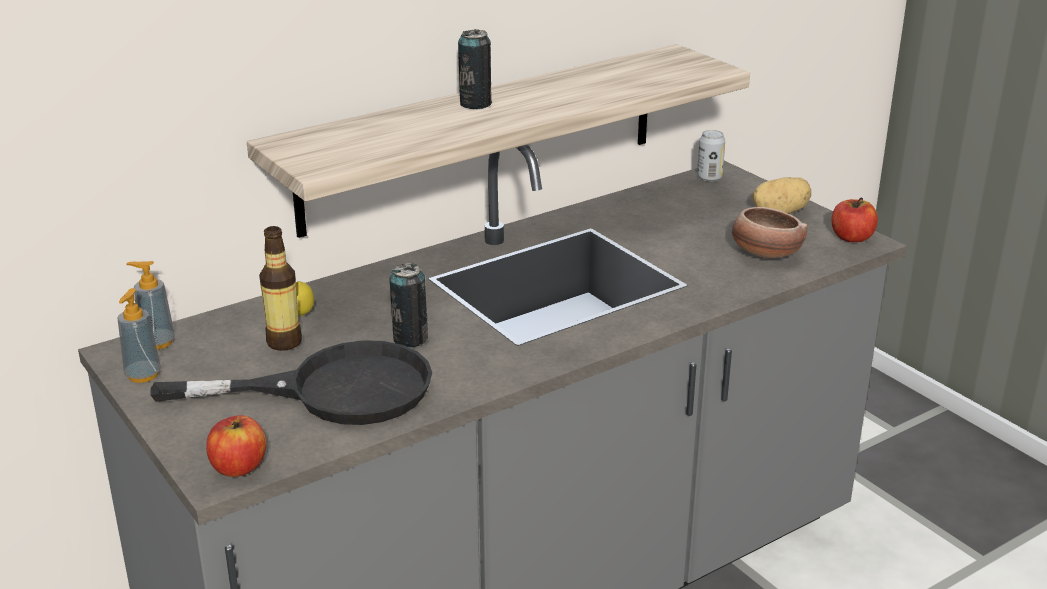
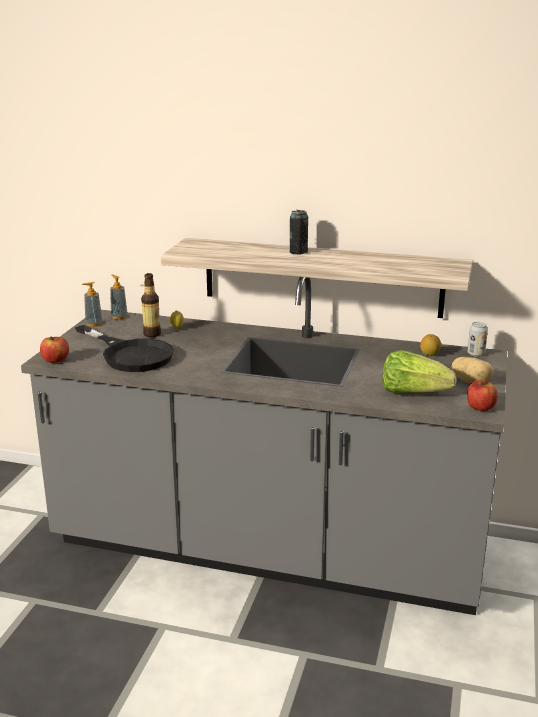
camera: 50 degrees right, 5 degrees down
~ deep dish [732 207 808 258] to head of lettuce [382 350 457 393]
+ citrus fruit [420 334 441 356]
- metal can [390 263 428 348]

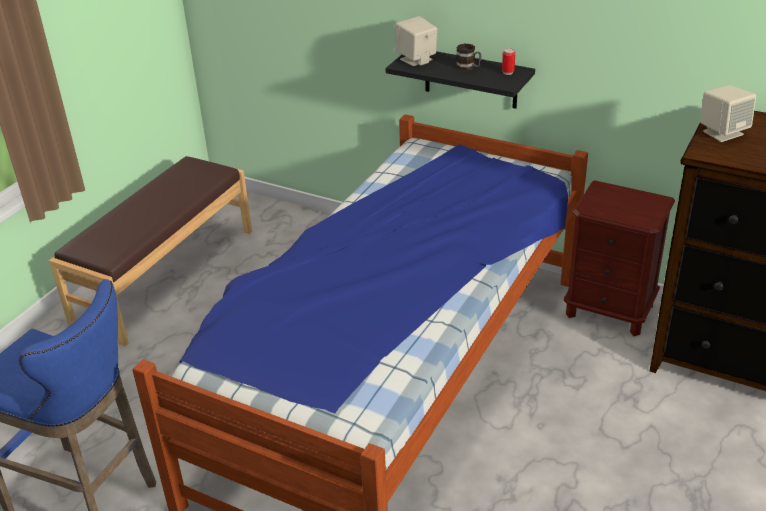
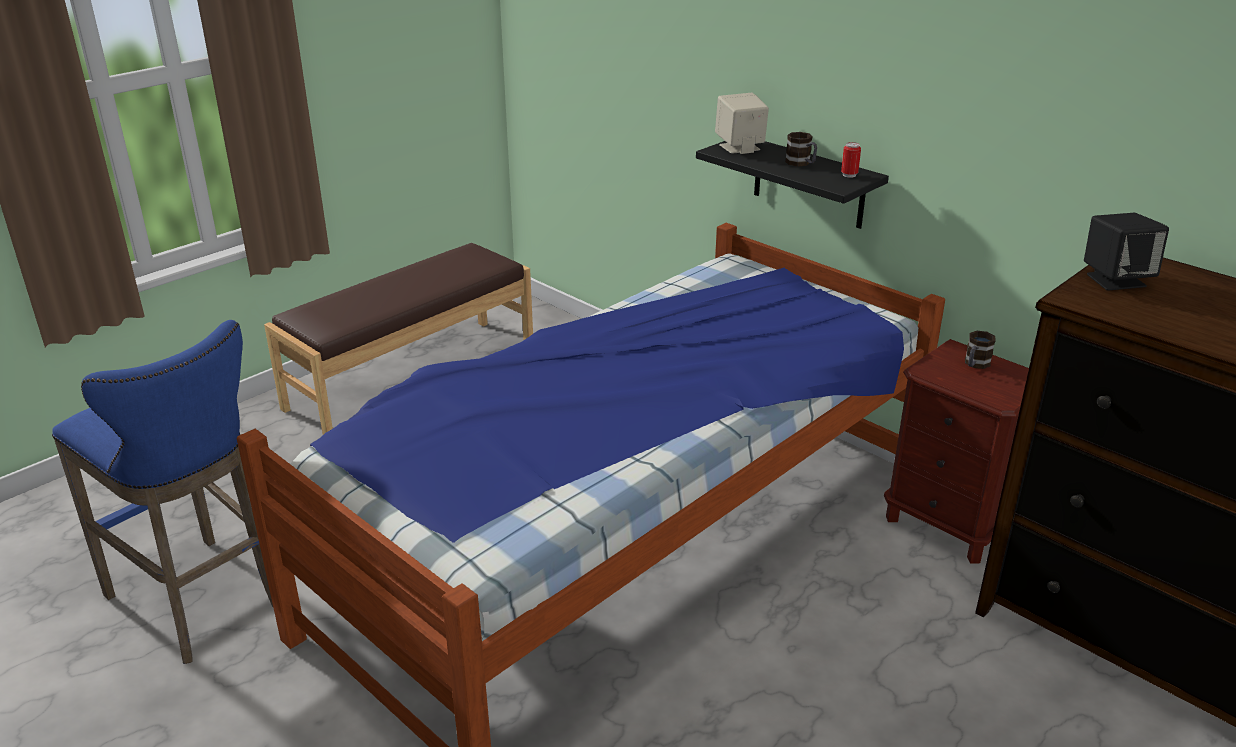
camera: 15 degrees right, 5 degrees down
+ tea mug [965 331 996 369]
~ audio speaker (beige-coloured) [700 85 756 142] to audio speaker (black) [1084 213 1169 291]

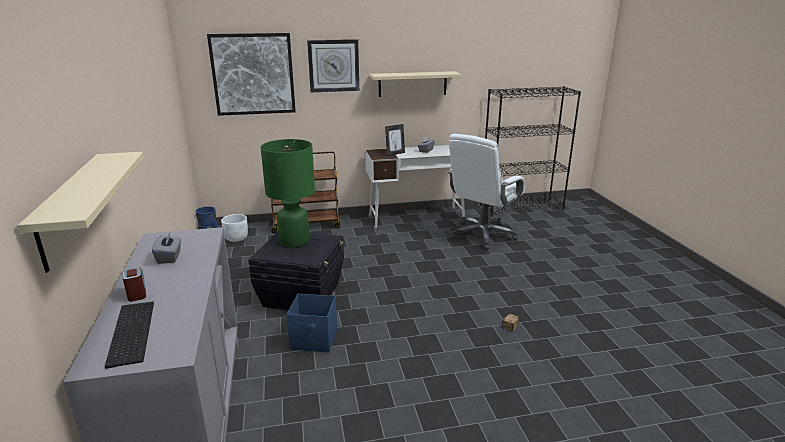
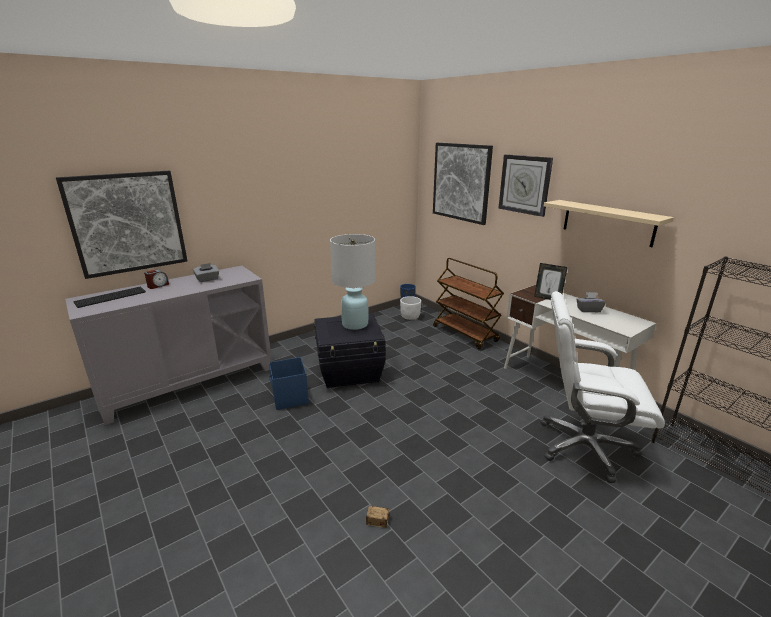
camera: 65 degrees right, 0 degrees up
~ wall shelf (beige-coloured) [18 152 144 273] to wall picture [56 171 187 279]
~ table lamp (green-coloured) [260 139 315 247] to table lamp (white-coloured) [330 234 376 330]

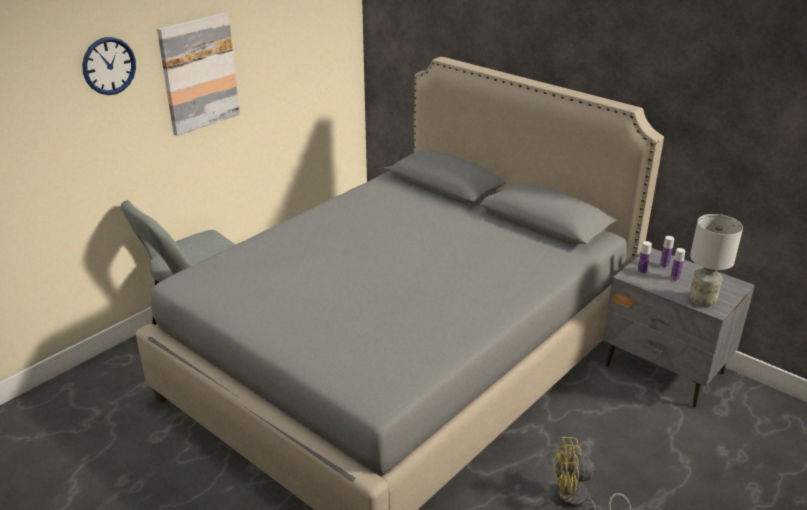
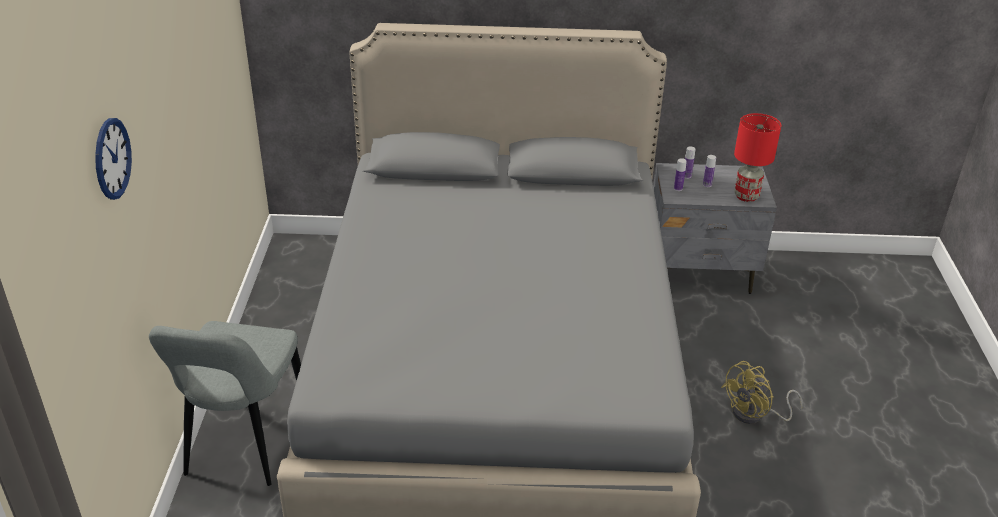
camera: 40 degrees left, 5 degrees up
~ table lamp (gray) [689 214 743 307] to table lamp (red-coloured) [734 113 781 202]
- wall picture [157 13 240 136]

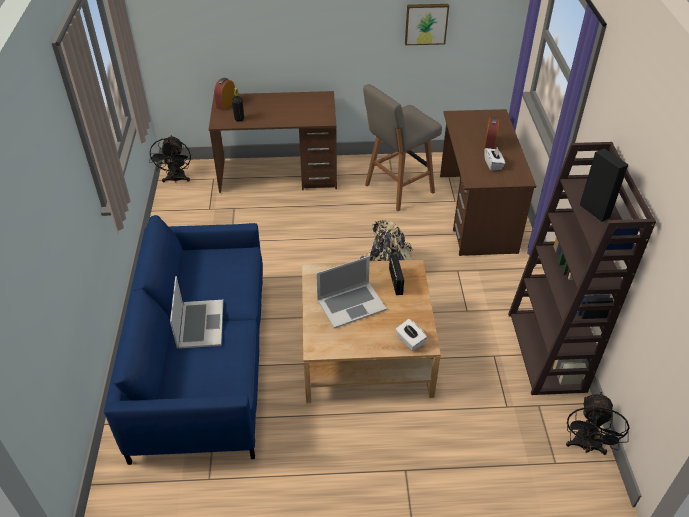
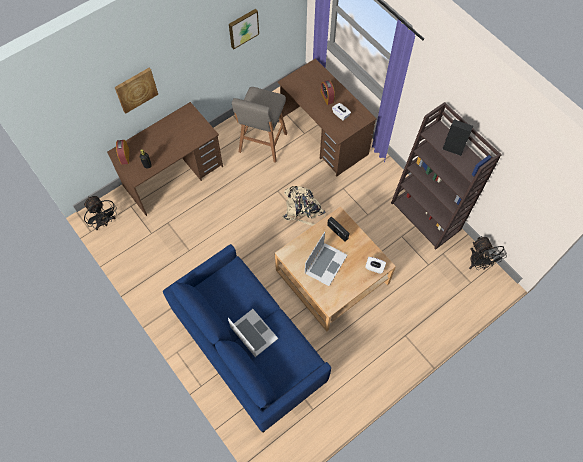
camera: 35 degrees left, 20 degrees up
+ wall picture [114 68 158 114]

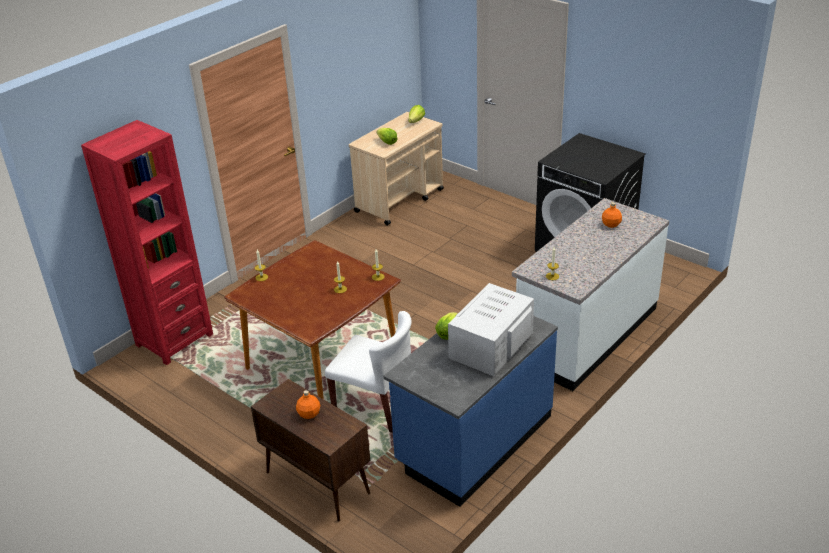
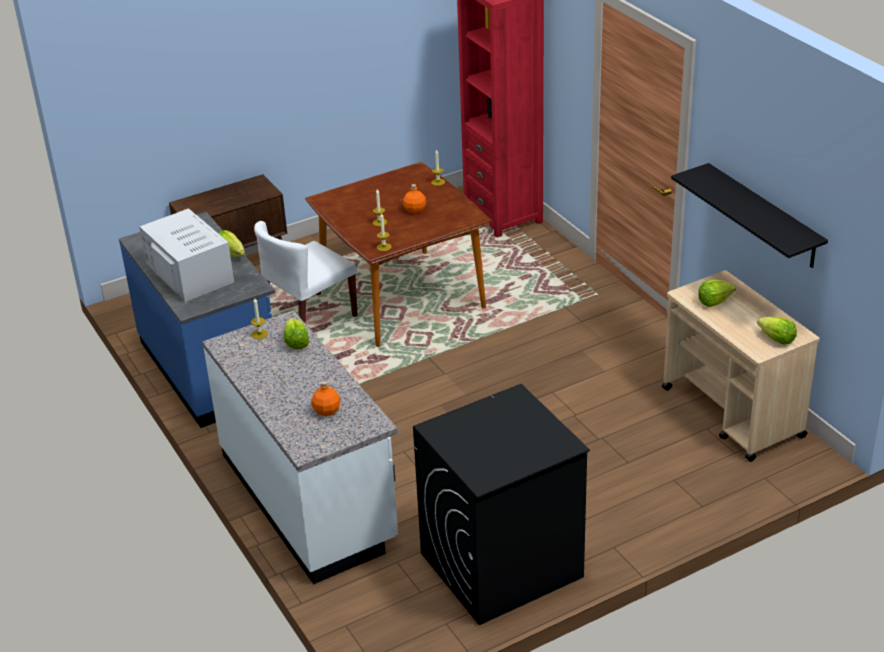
camera: 110 degrees right, 0 degrees up
+ head of lettuce [284 318 309 350]
~ beverage bottle (orangey) [296 390 320 419] to [403 184 426 214]
+ wall shelf (black) [671 163 828 268]

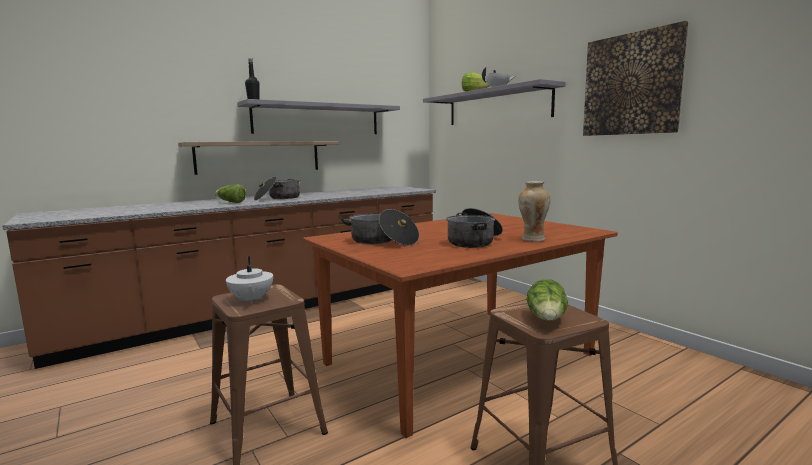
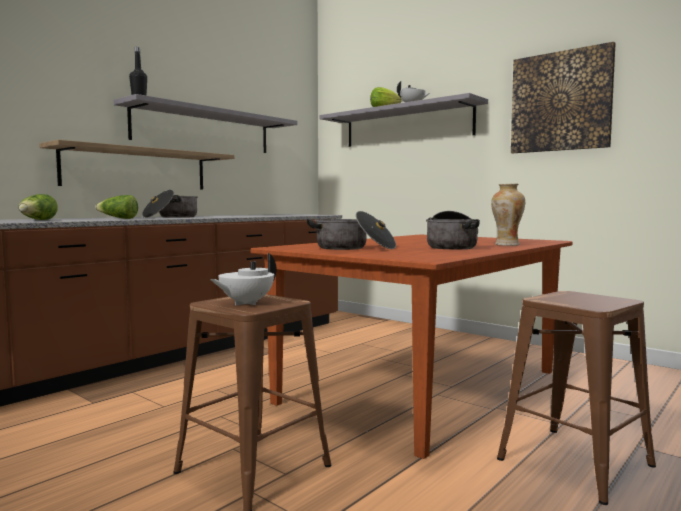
camera: 15 degrees left, 5 degrees down
~ head of lettuce [527 279 568 321] to [18 194 58 220]
~ teapot (white-coloured) [226 256 273 304] = [210 253 276 306] 75 degrees clockwise

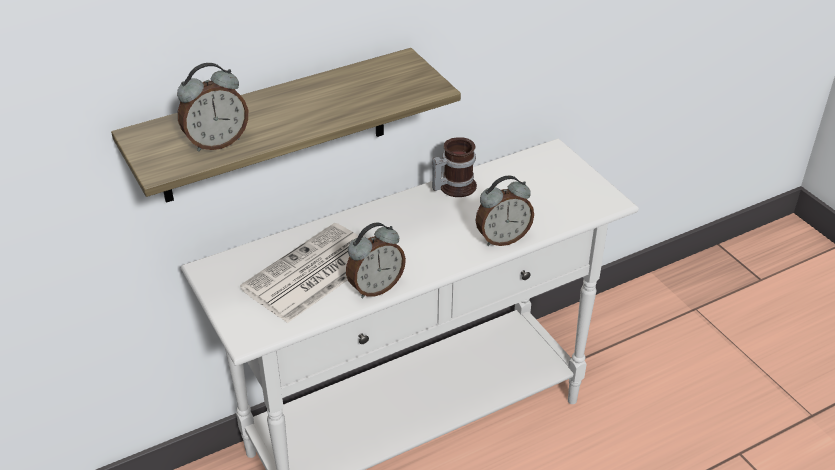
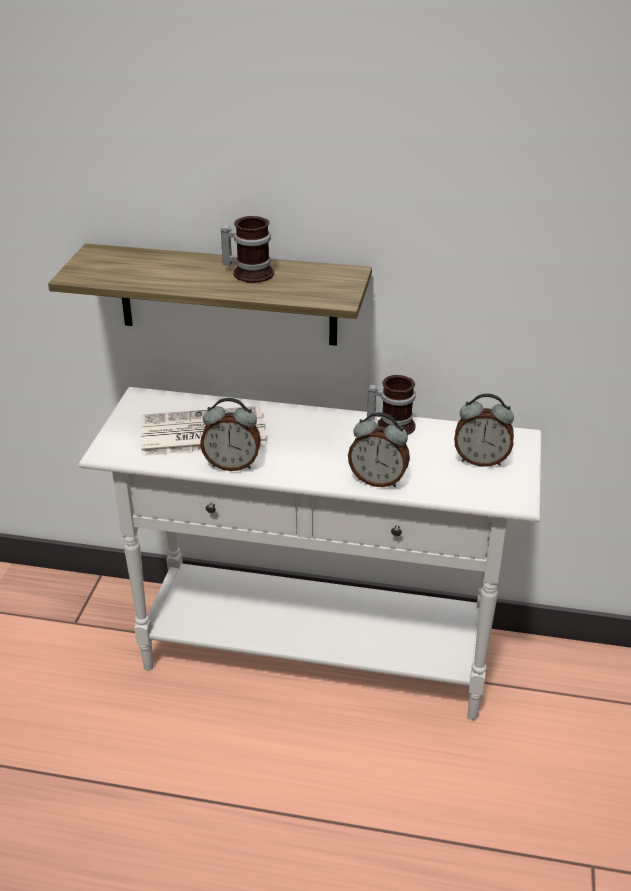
camera: 40 degrees right, 5 degrees down
+ tea mug [221 216 274 283]
~ table clock [177 63 248 152] to [454 394 514 467]

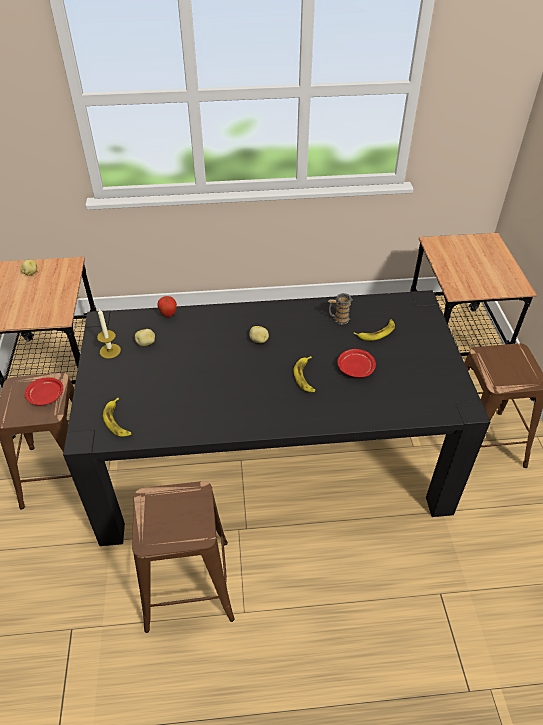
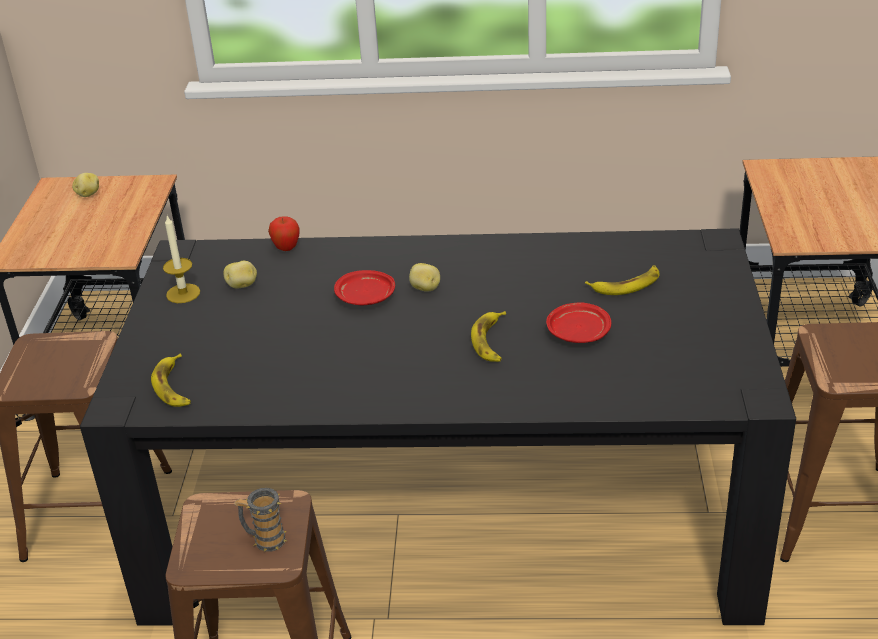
camera: 10 degrees right, 10 degrees down
~ tea mug [328 293 352 325] to [234 488 287 552]
~ plate (red-coloured) [25 377 63 405] to [334 270 395 305]

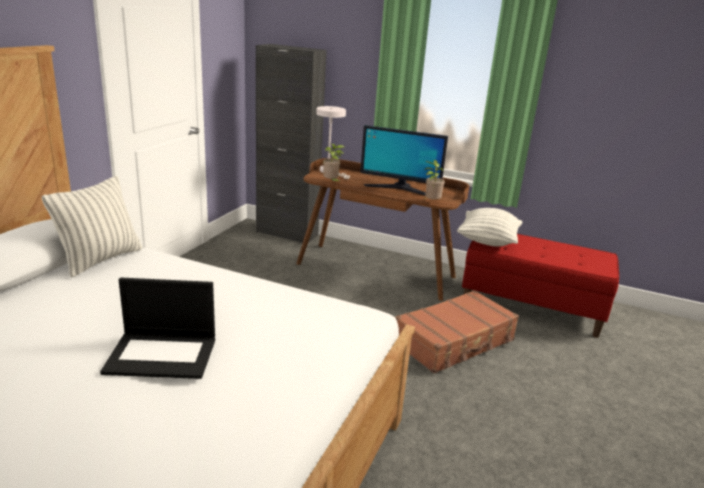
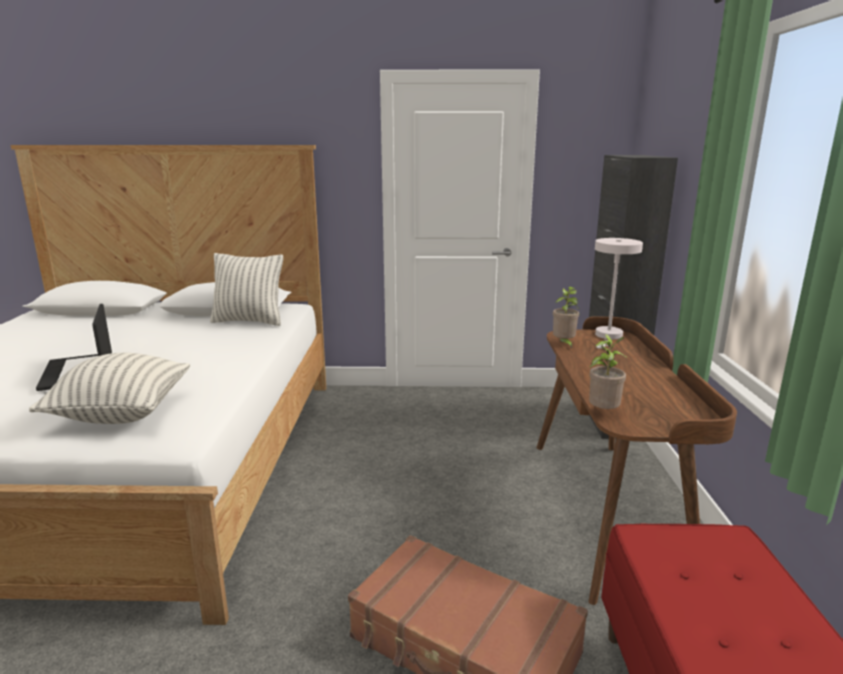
camera: 70 degrees right, 5 degrees down
~ throw pillow [457 208 522 247] to [29 353 190 424]
- computer display [360 125 448 196]

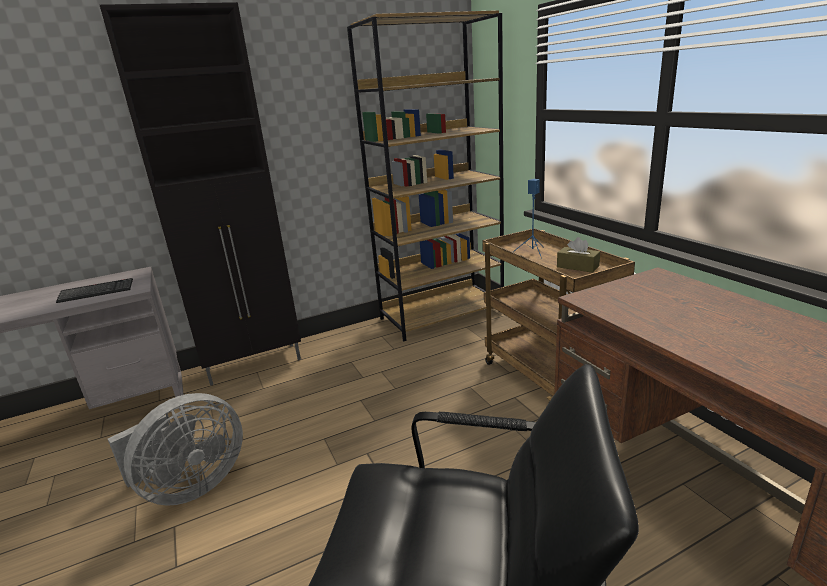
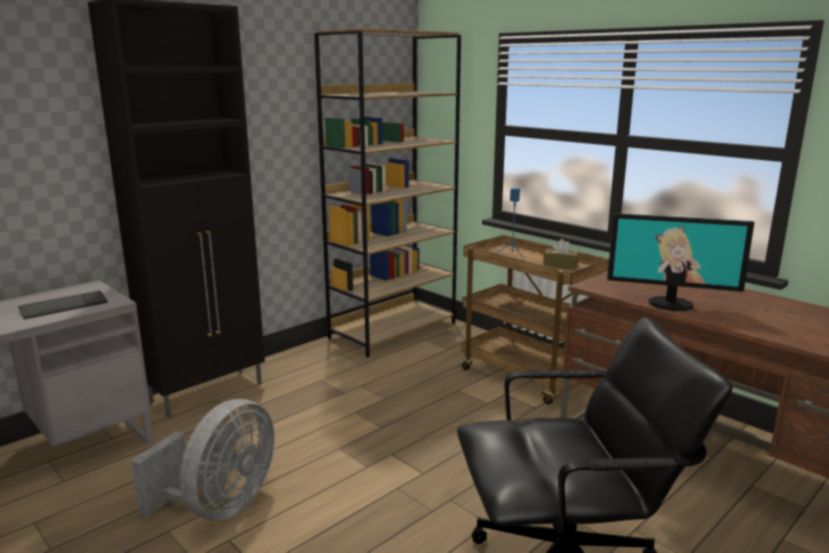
camera: 20 degrees left, 5 degrees down
+ computer display [607 213 754 311]

